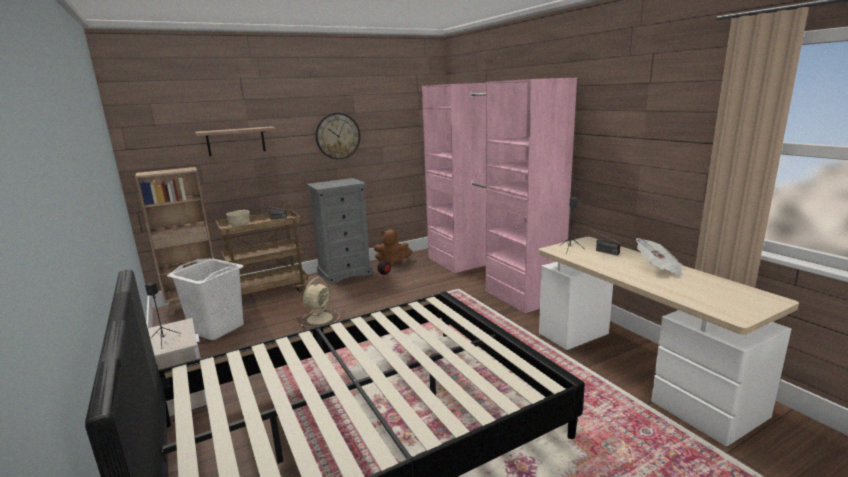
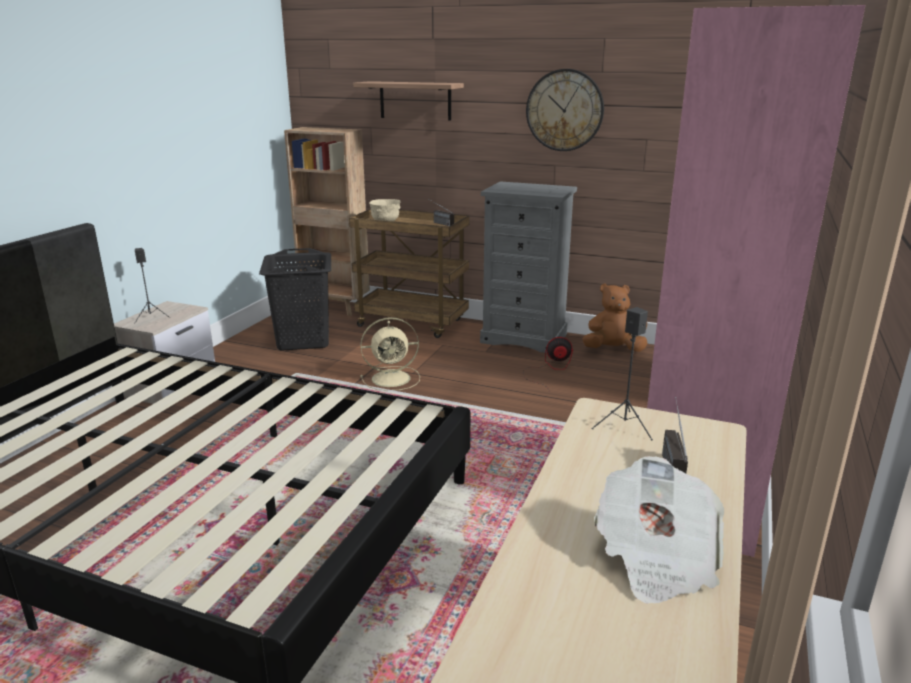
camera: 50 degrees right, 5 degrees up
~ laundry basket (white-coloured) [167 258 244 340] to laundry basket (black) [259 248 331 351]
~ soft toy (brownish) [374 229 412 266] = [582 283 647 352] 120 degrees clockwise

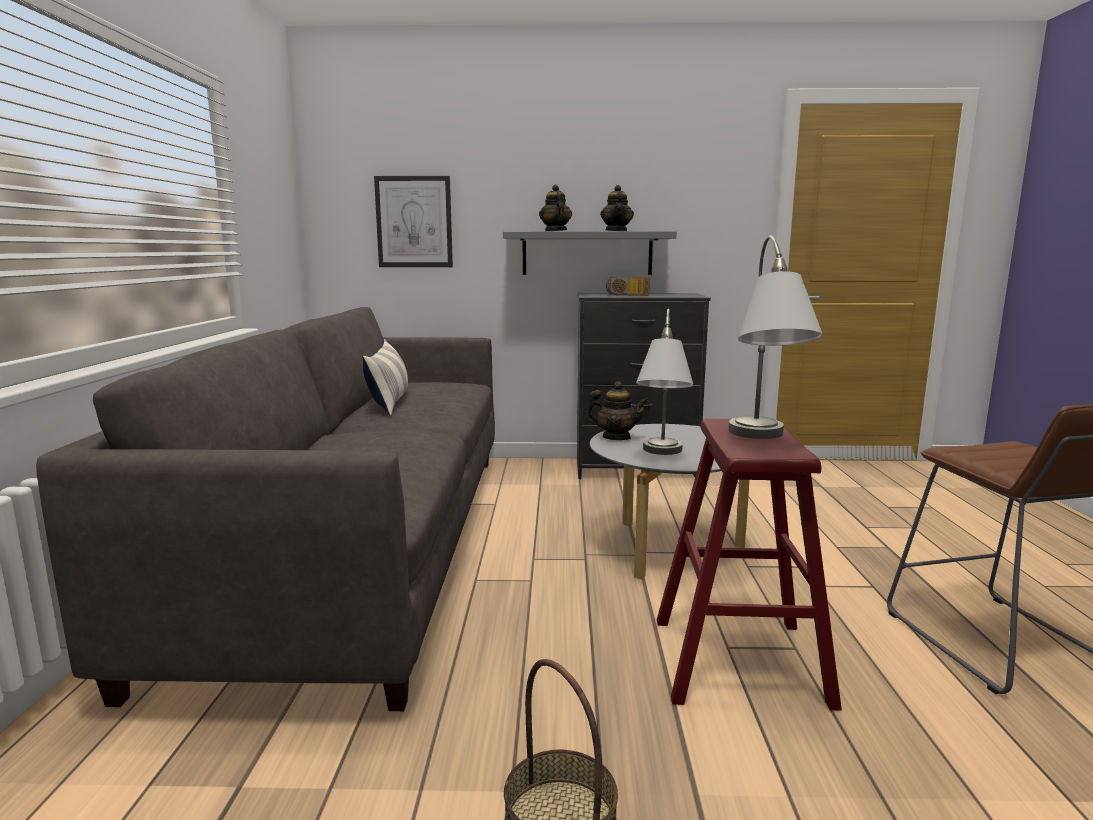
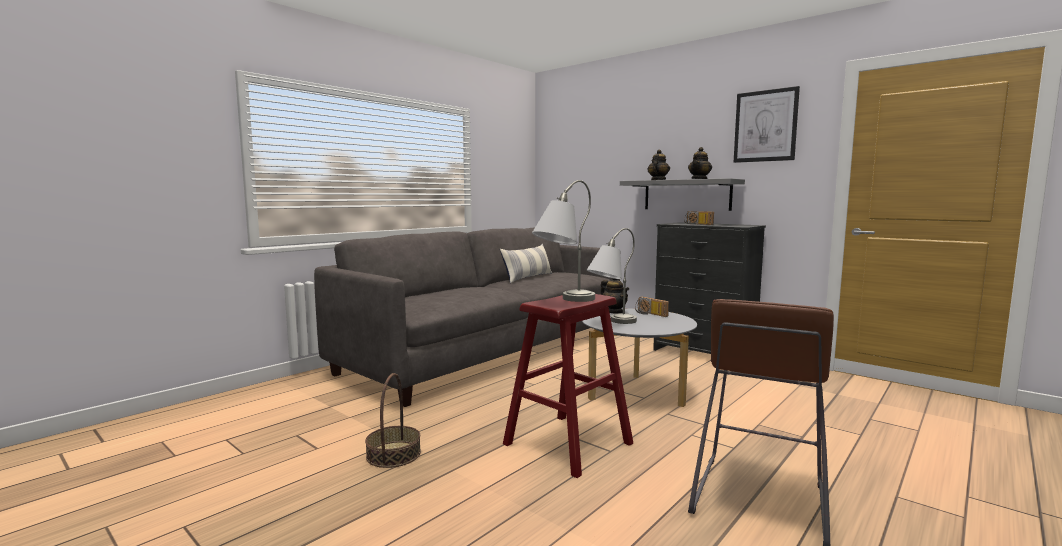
camera: 40 degrees right, 5 degrees down
+ radio receiver [635 297 669 317]
~ wall picture [374 176 453 267] to [734 86 800 163]

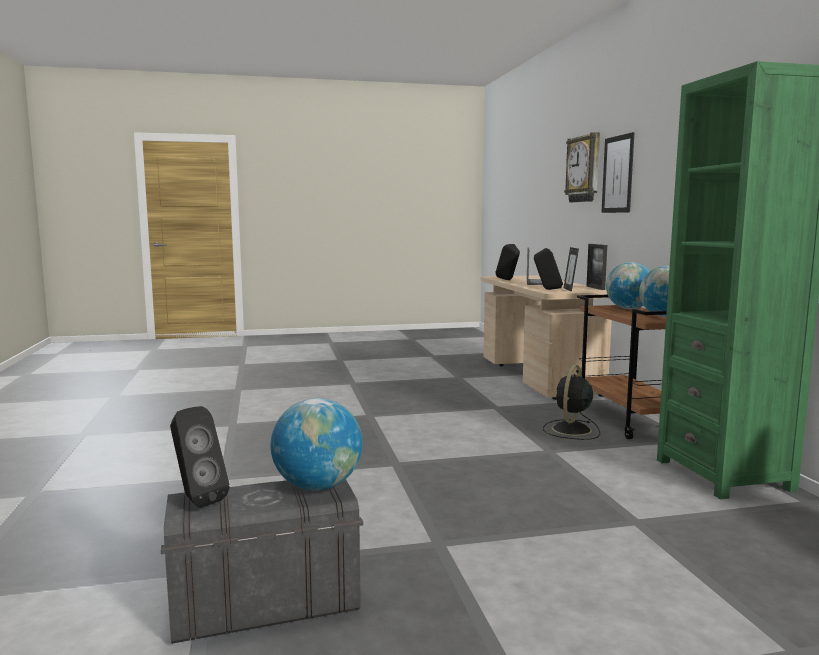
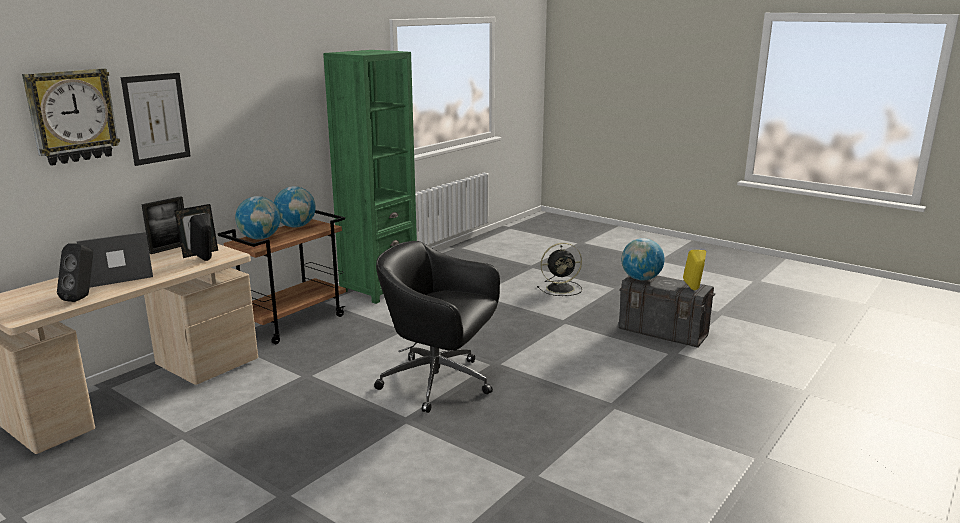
camera: 130 degrees left, 10 degrees up
+ computer chair (black) [374 241 500 413]
~ electric fan (black) [543 365 600 440] to [537 243 582 296]
~ audio speaker (black) [170 406 229 508] to audio speaker (yellow-coloured) [683 250 706 290]

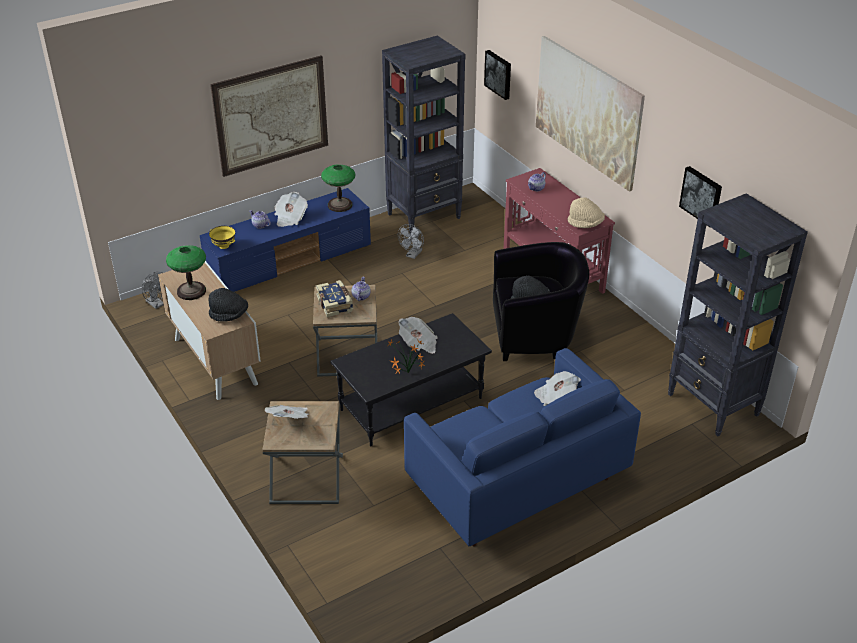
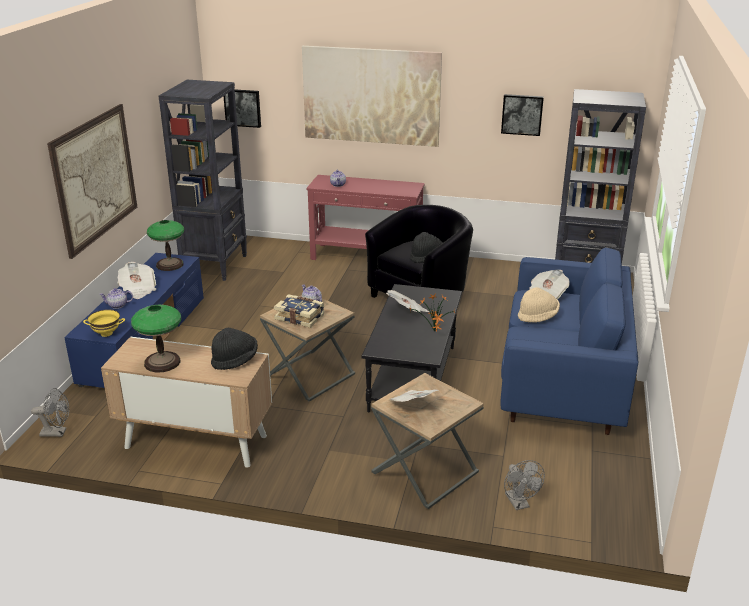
camera: 45 degrees left, 10 degrees down
~ electric fan (gray) [398 224 424 259] to [504 460 545 510]
~ hat (beige-coloured) [567 197 605 228] to [518 287 560 323]

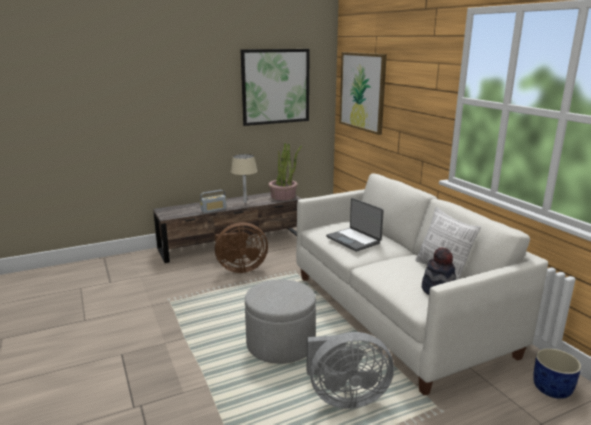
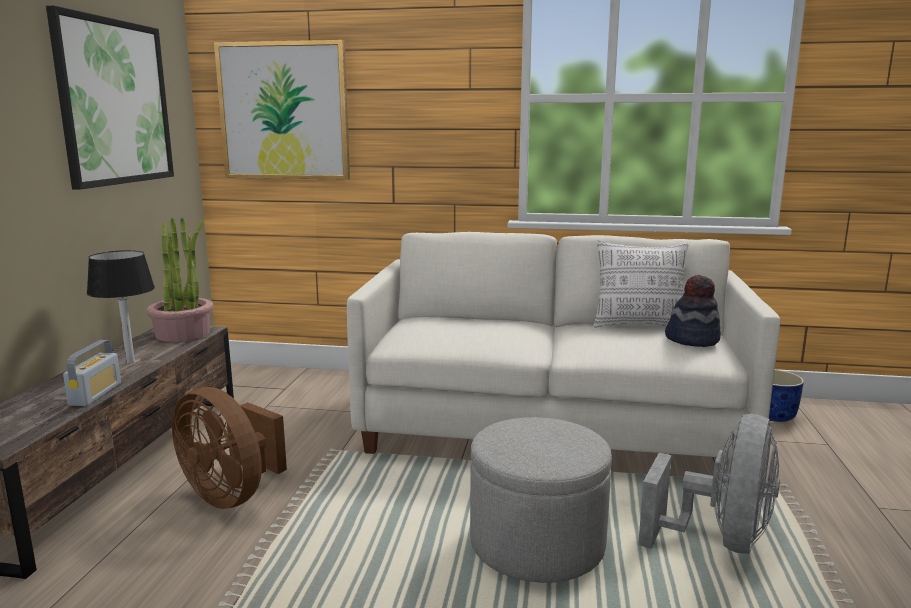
camera: 55 degrees left, 5 degrees down
~ table lamp (beige-coloured) [231 154 257 203] to table lamp (black) [87 250 155 364]
~ electric fan (brownish) [215 222 268 273] = [172 387 287 509] 105 degrees clockwise
- laptop [326 198 384 252]

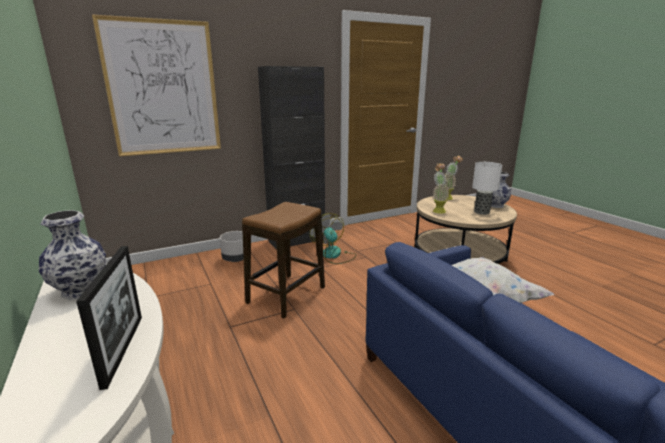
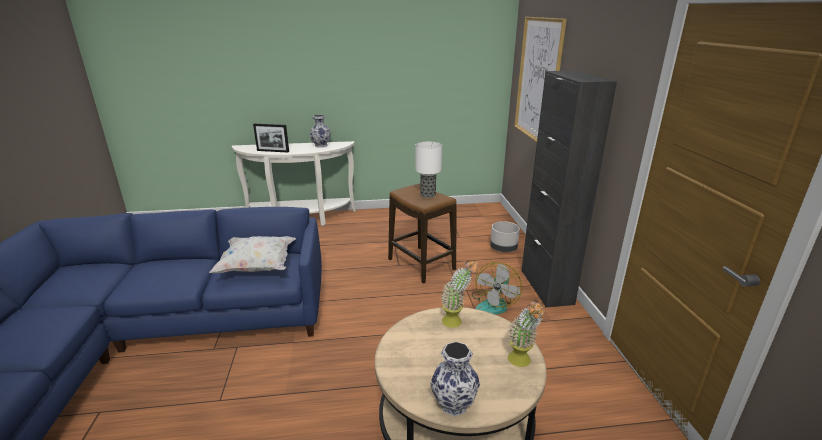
camera: 110 degrees right, 5 degrees up
~ table lamp [472 162 502 215] to [415 142 442 198]
~ electric fan [310 213 357 264] = [472 262 522 315] 120 degrees clockwise

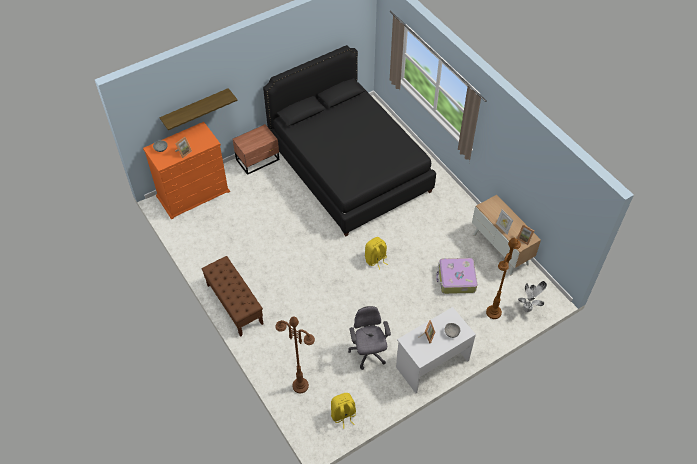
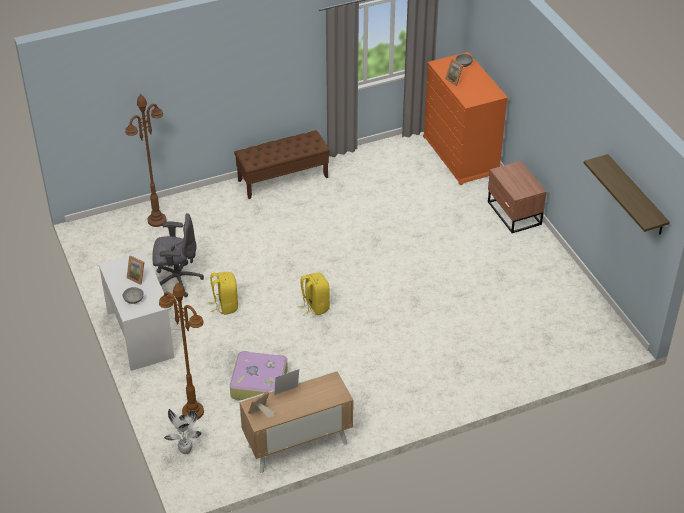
camera: 100 degrees right, 10 degrees down
~ rucksack (yellow-coloured) [331 393 356 429] to [208 272 238 315]
~ wall shelf [160 88 238 130] to [584 154 670 235]
- sleeping bed (black) [263 45 436 236]

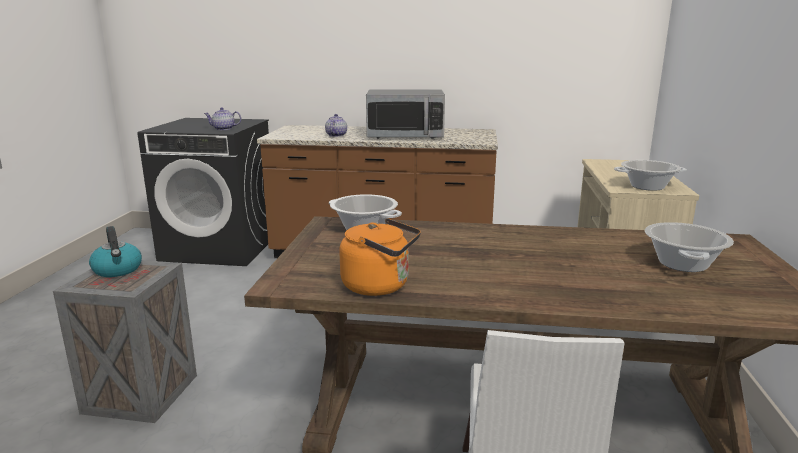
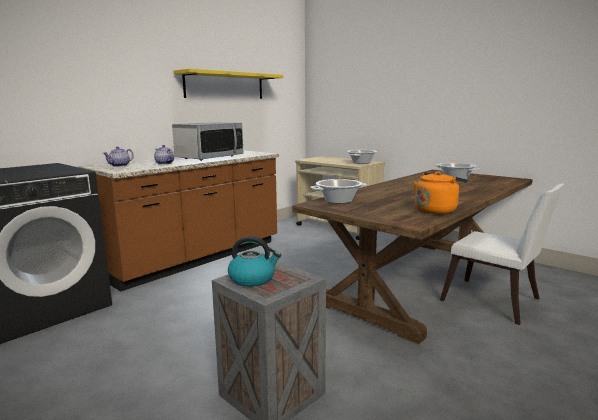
camera: 55 degrees left, 5 degrees down
~ teapot [204 107 241 130] to [103 146 134 167]
+ wall shelf (yellow-coloured) [174 69 284 99]

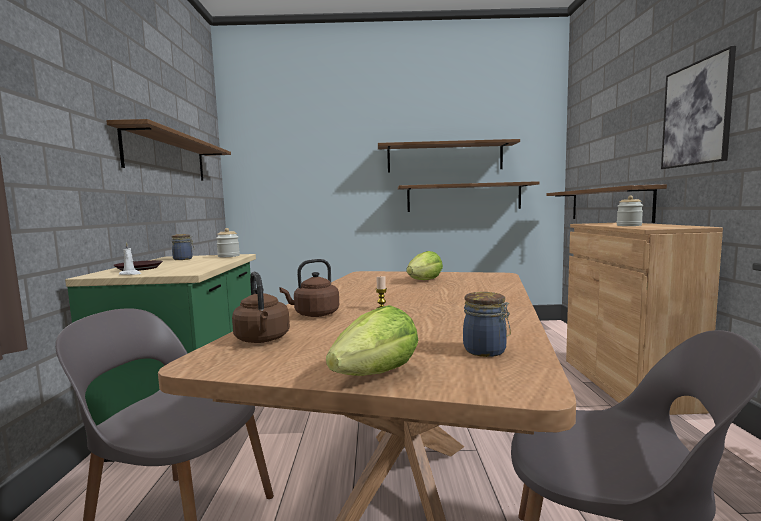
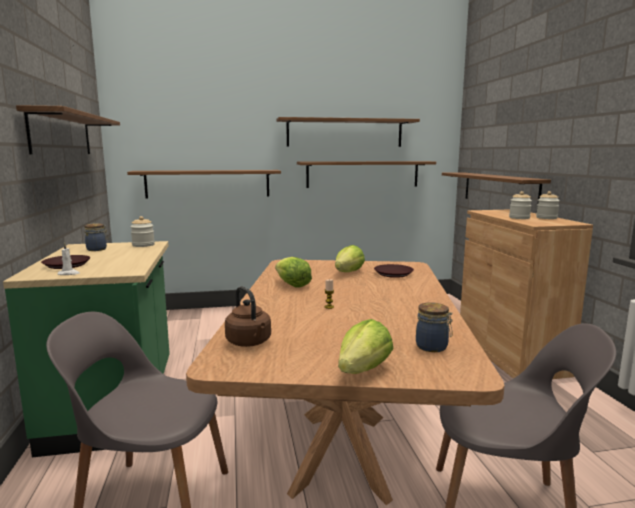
camera: 10 degrees left, 5 degrees up
+ wall shelf [127 170 281 199]
+ head of lettuce [275 257 312 288]
+ plate (brownish) [374 264 414 278]
+ storage jar [536 191 560 219]
- tea kettle (brownish) [279 259 339 317]
- wall picture [661 46 736 169]

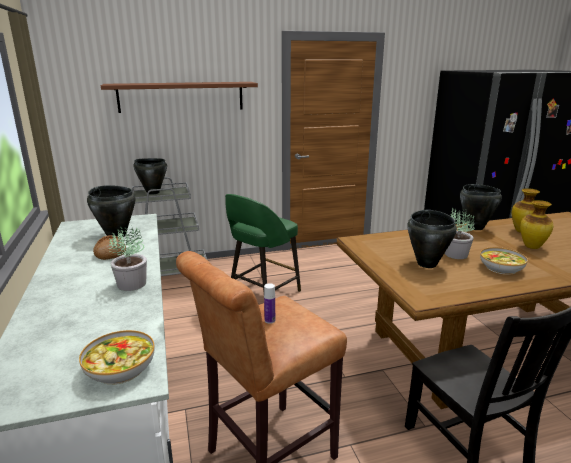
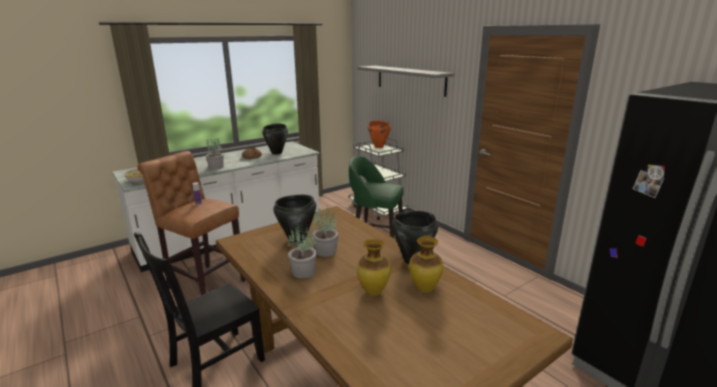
camera: 70 degrees right, 0 degrees up
~ deep dish [480 247 528 275] to houseplant [288 225 317 278]
~ wall shelf (brownish) [101 82 258 113] to wall shelf (gray) [358 66 455 97]
~ cooking pot (black) [133 158 167 195] to cooking pot (orangey) [368 121 391 148]

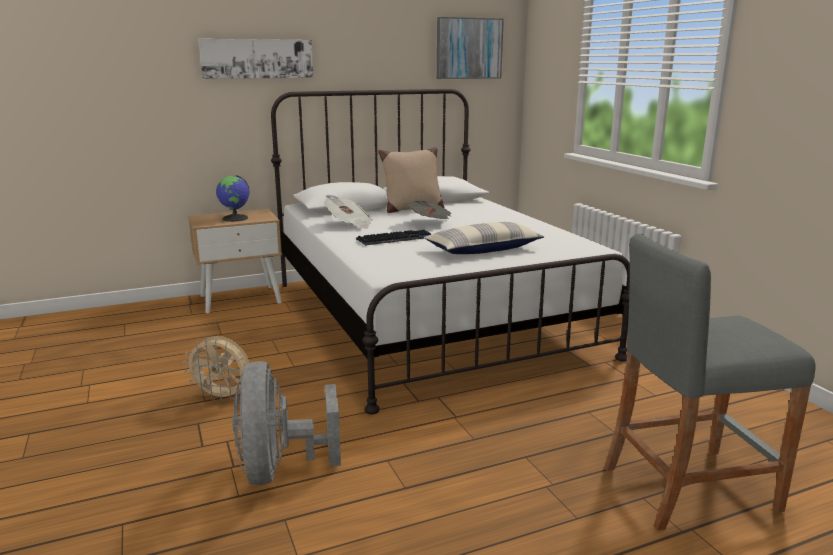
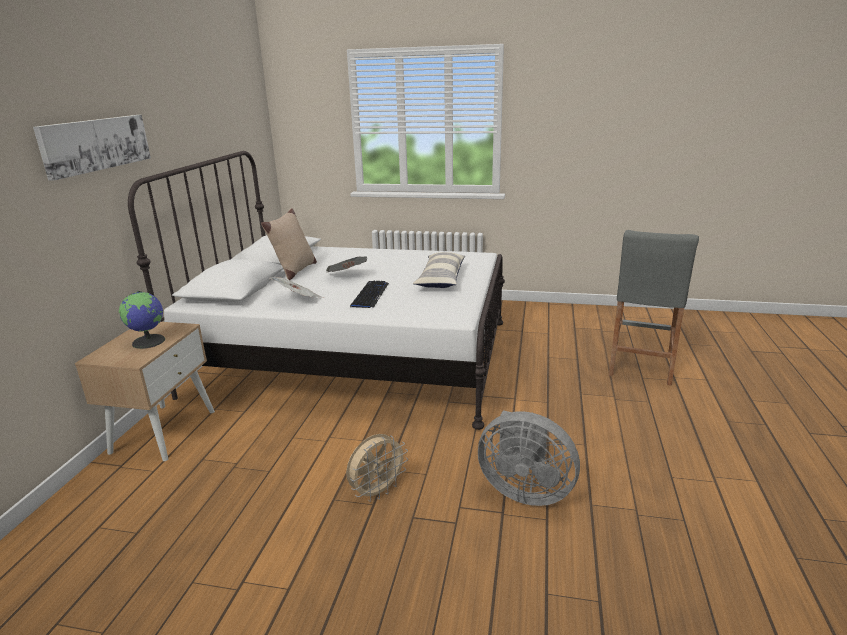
camera: 55 degrees left, 5 degrees up
- wall picture [437 17 504 79]

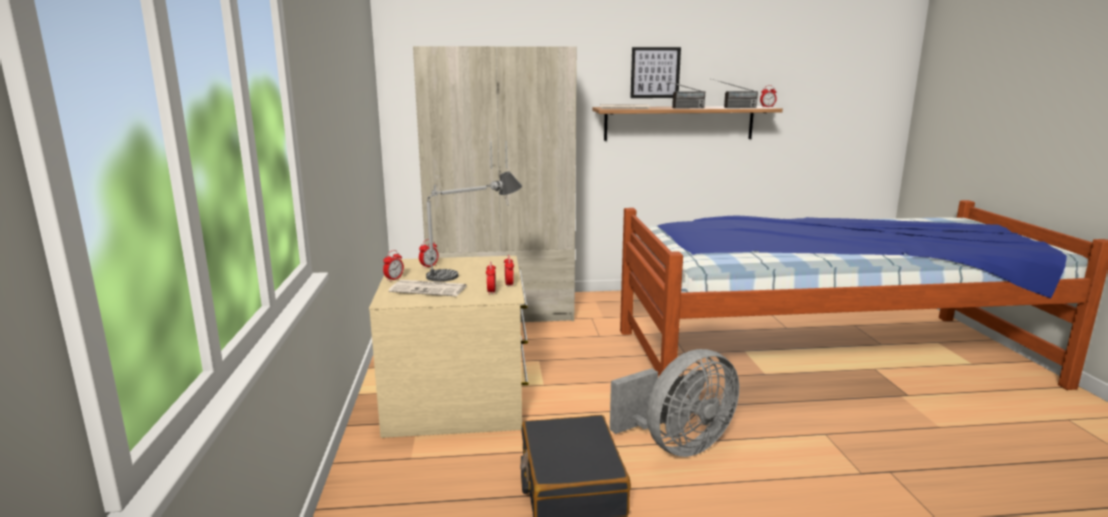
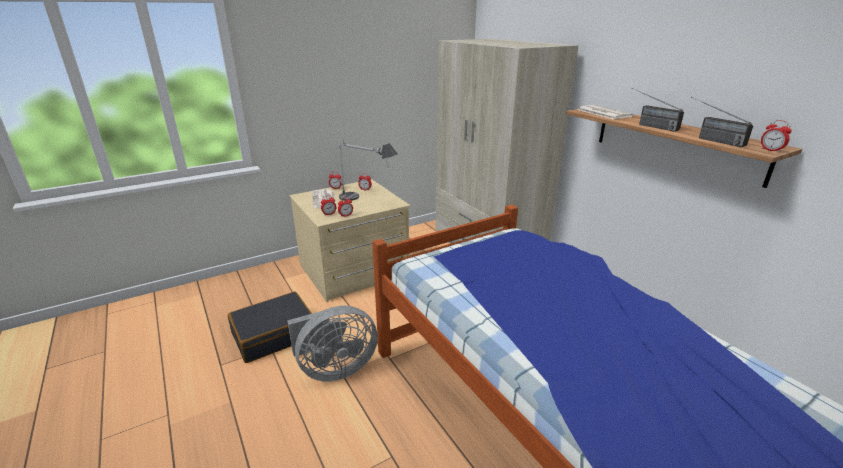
camera: 65 degrees right, 10 degrees up
~ electric fan (gray) [610 349 739 457] = [287 306 378 382] 60 degrees counterclockwise
- wall picture [630 47 681 98]

